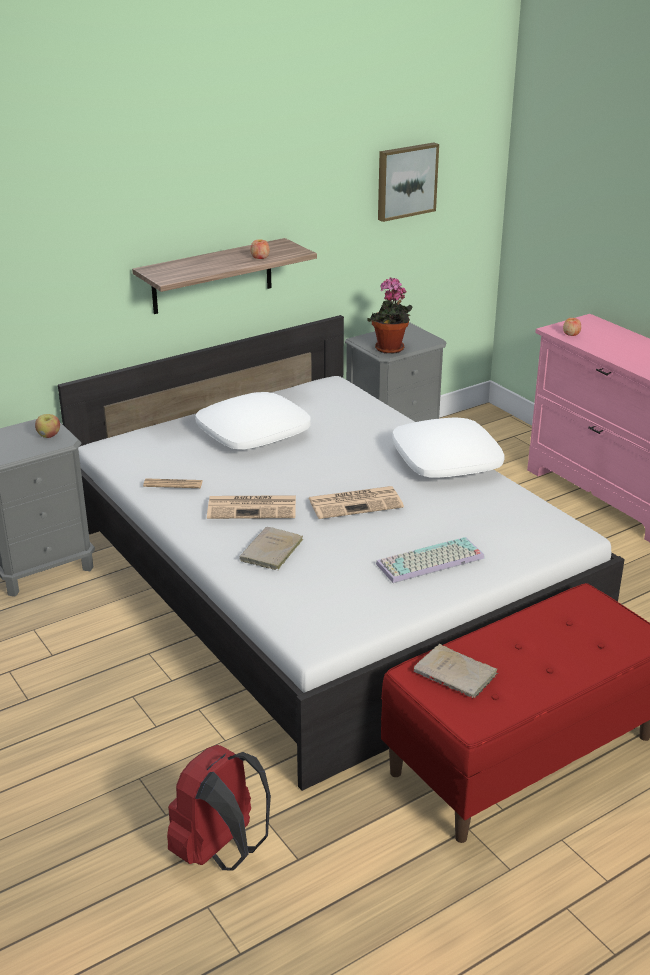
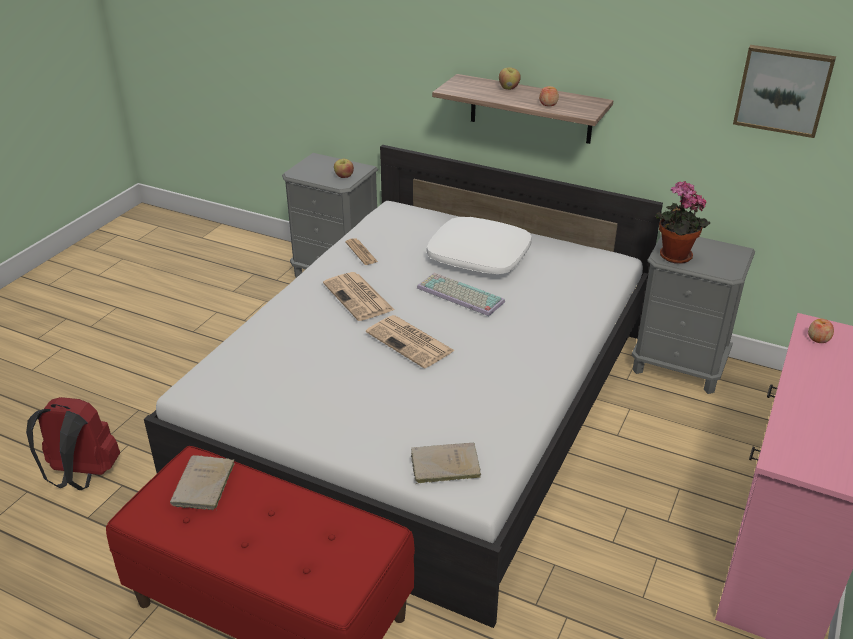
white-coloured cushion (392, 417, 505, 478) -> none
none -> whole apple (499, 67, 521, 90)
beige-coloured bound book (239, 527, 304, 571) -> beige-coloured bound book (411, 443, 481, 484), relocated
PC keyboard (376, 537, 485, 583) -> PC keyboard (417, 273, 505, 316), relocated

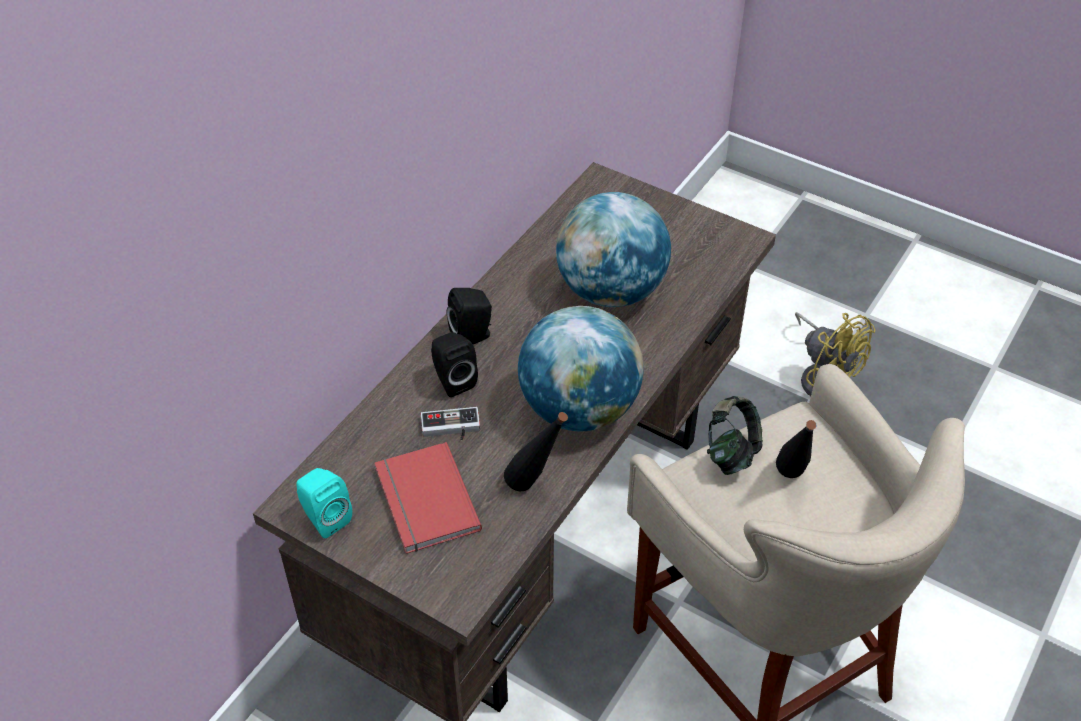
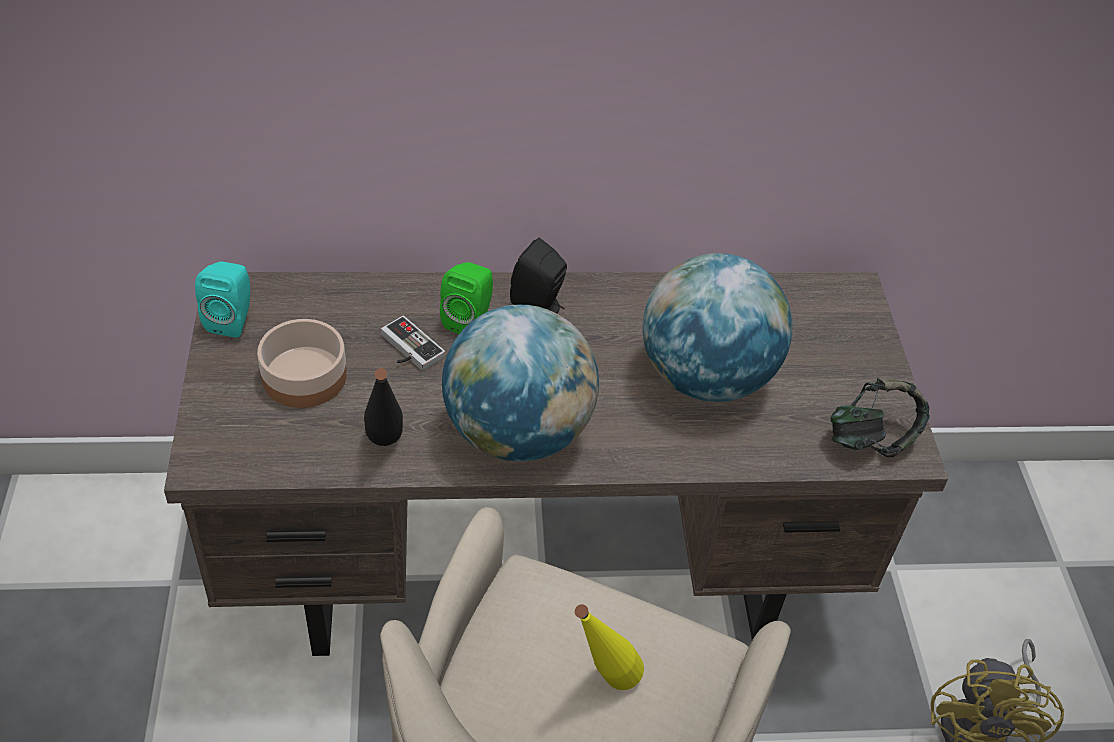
headphones (707, 396, 763, 475) -> headphones (830, 378, 930, 457), relocated
red-coloured bound book (375, 442, 482, 554) -> bowl (257, 319, 347, 408)
black loudspeaker (431, 332, 478, 397) -> green loudspeaker (440, 262, 493, 334)
black bottle (776, 420, 817, 478) -> yellowish bottle (575, 604, 644, 690)

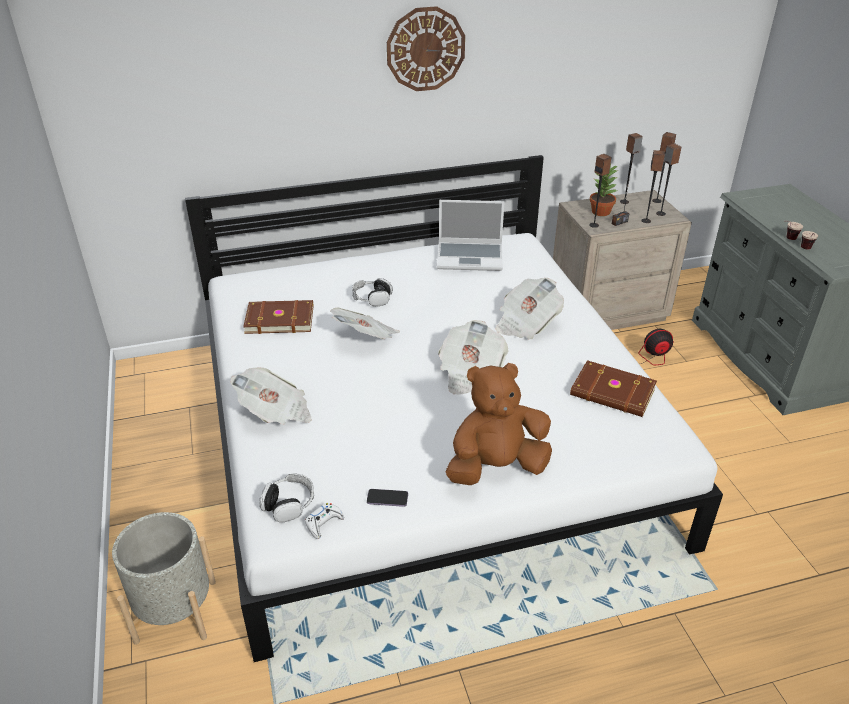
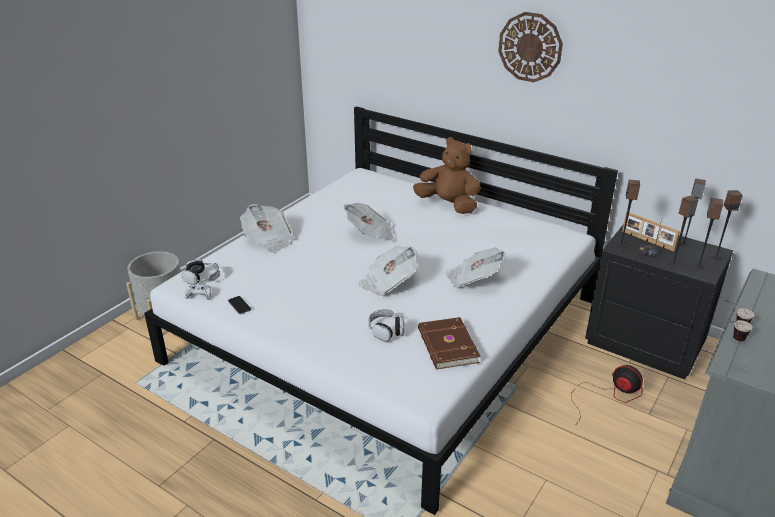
brownish bound book (243, 300, 313, 334) -> none
portable computer (437, 200, 505, 271) -> none
headphones (352, 278, 393, 307) -> headphones (368, 309, 404, 342), relocated
brownish cuddly toy (445, 363, 552, 485) -> brownish cuddly toy (413, 137, 481, 214), relocated
plant in a pot (590, 165, 619, 216) -> picture frame (622, 212, 680, 252)
beige-coloured bedside table (553, 190, 692, 330) -> black bedside table (585, 224, 733, 379)

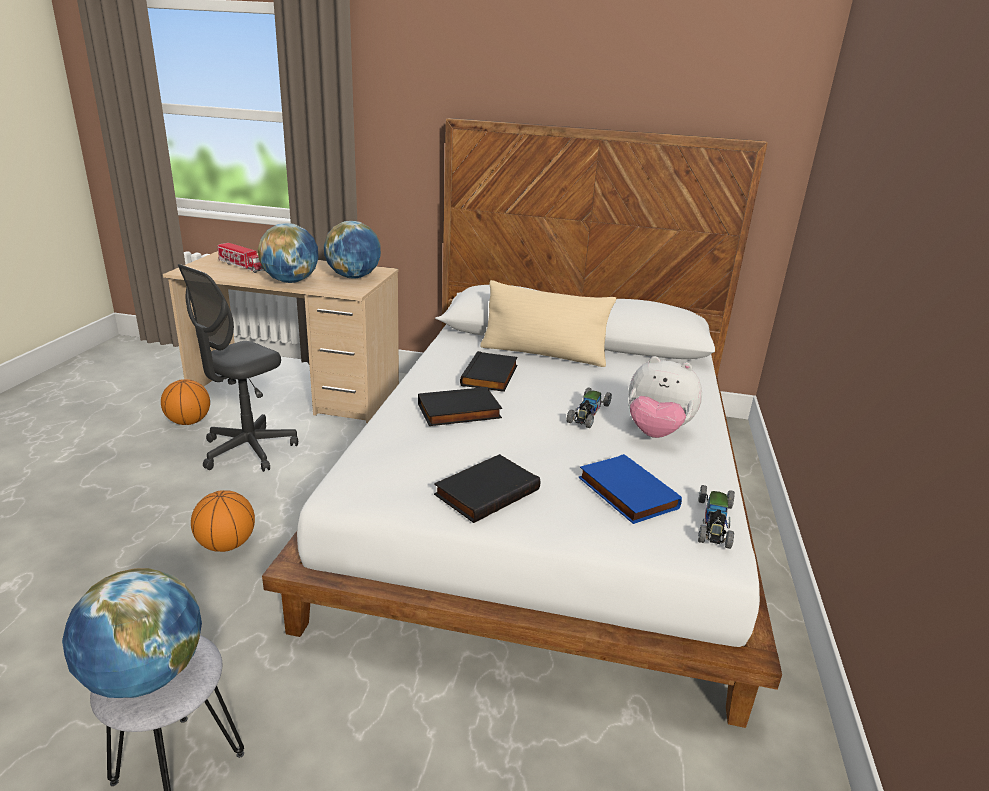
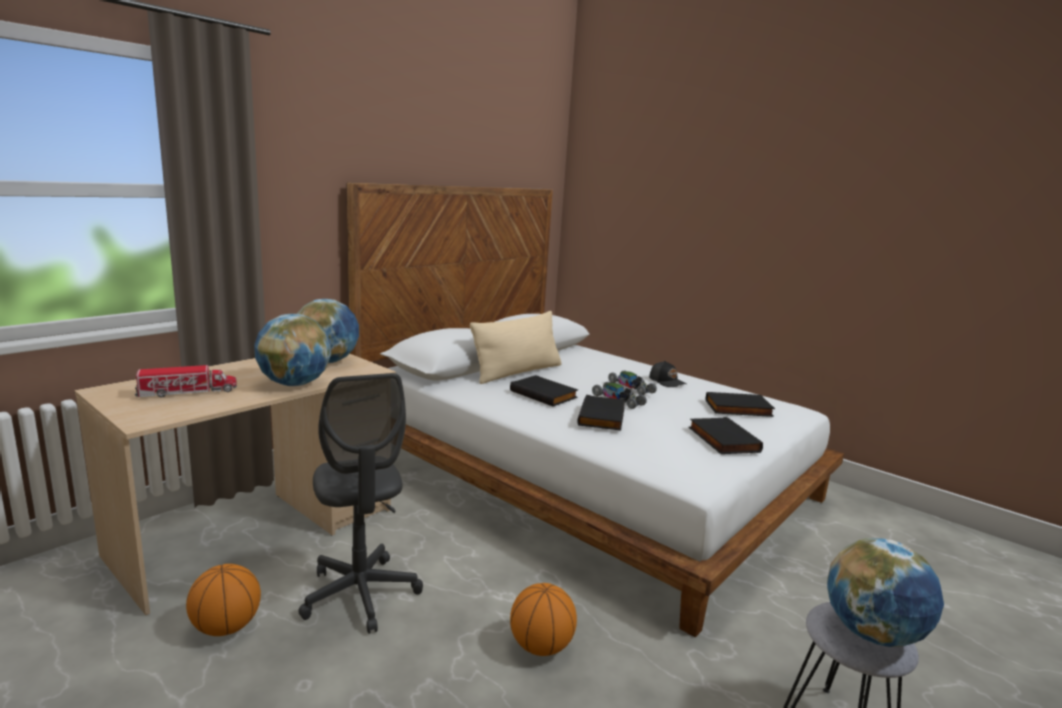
toy car (698, 485, 735, 549) -> toy car (592, 382, 647, 409), relocated
cuddly toy (628, 356, 702, 438) -> black peaked cap (649, 361, 686, 387)
bluish bound book (578, 454, 682, 524) -> black bound book (705, 392, 775, 417)

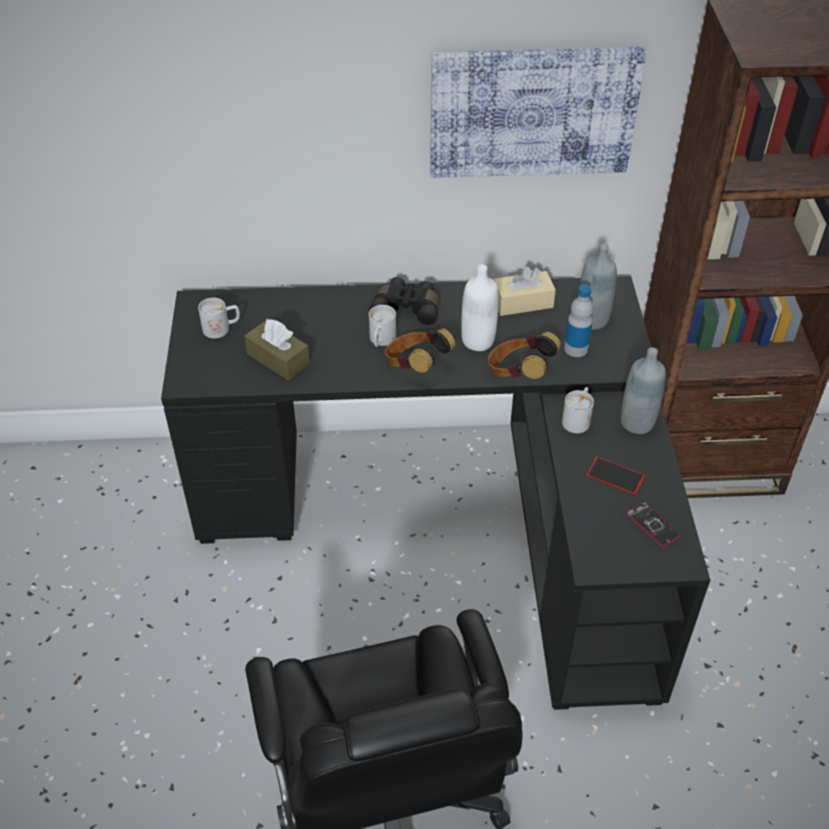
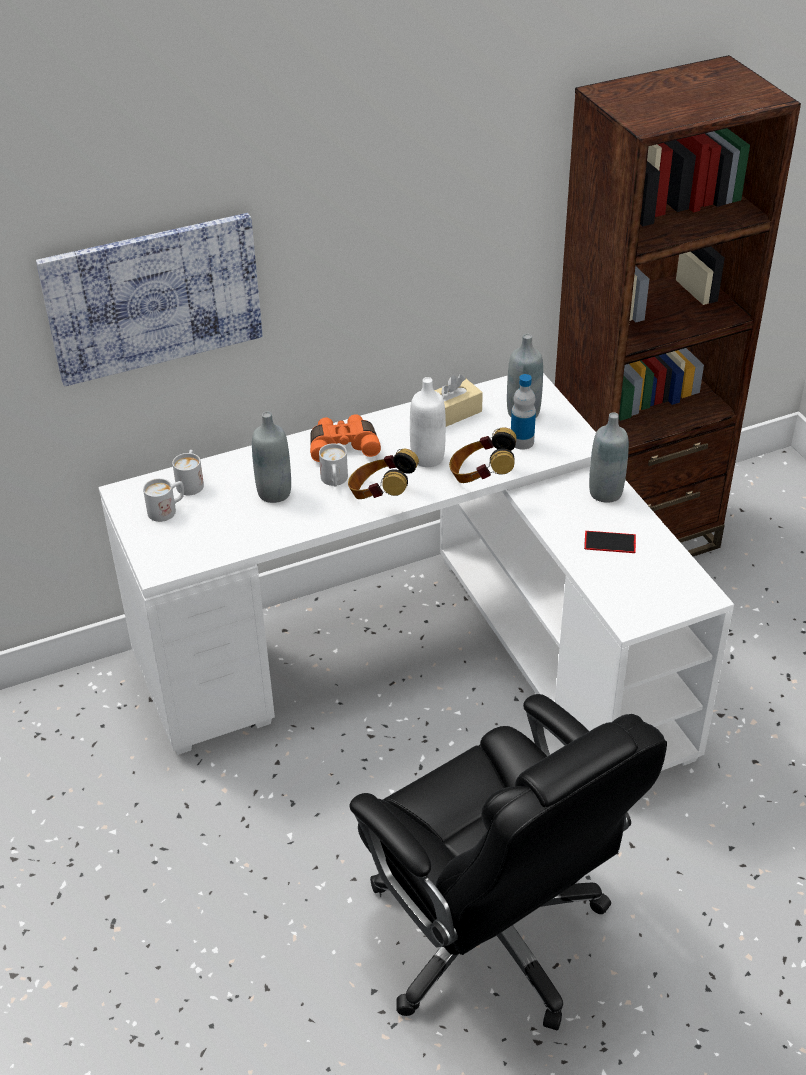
brownish box of tissues (245, 319, 310, 380) -> none
handset (626, 502, 681, 547) -> none
none -> gray bottle (252, 411, 291, 503)
wall art (430, 47, 646, 178) -> wall art (36, 213, 263, 386), relocated
white-coloured mug (562, 387, 594, 433) -> white-coloured mug (172, 450, 204, 495), relocated
black desk (161, 276, 710, 710) -> white-coloured desk (98, 373, 734, 771)
black field glasses (369, 277, 439, 326) -> orangey field glasses (310, 414, 381, 462)

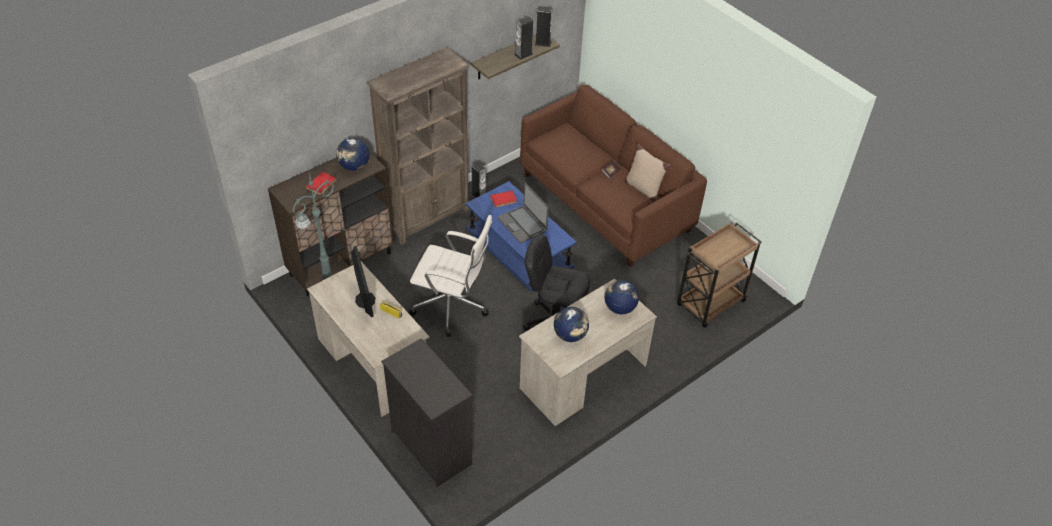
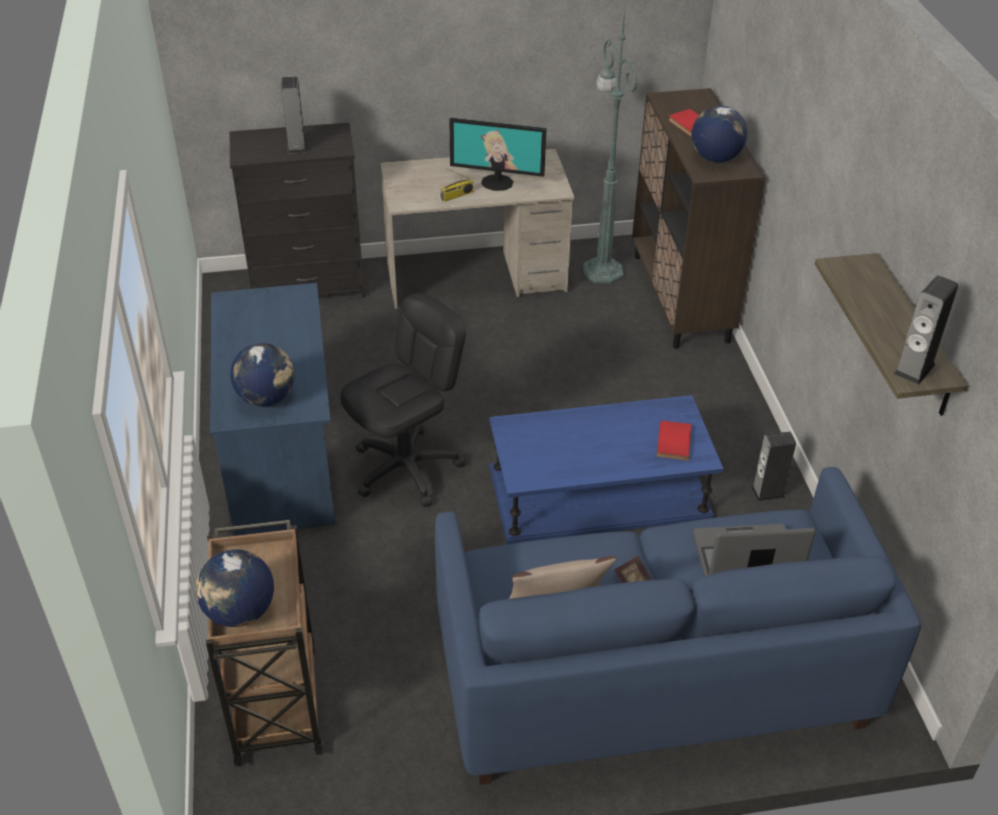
brownish bookshelf (367, 47, 470, 245) -> none
white-coloured office chair (409, 215, 492, 337) -> none
portable computer (498, 183, 549, 243) -> portable computer (693, 524, 816, 577), relocated
loudspeaker (514, 16, 533, 60) -> loudspeaker (281, 77, 306, 154), relocated
globe (554, 307, 589, 342) -> globe (196, 549, 274, 627), relocated
beige-coloured desk (519, 279, 657, 426) -> bluish desk (210, 283, 335, 536)
brownish couch (520, 85, 707, 267) -> bluish couch (435, 467, 921, 785)

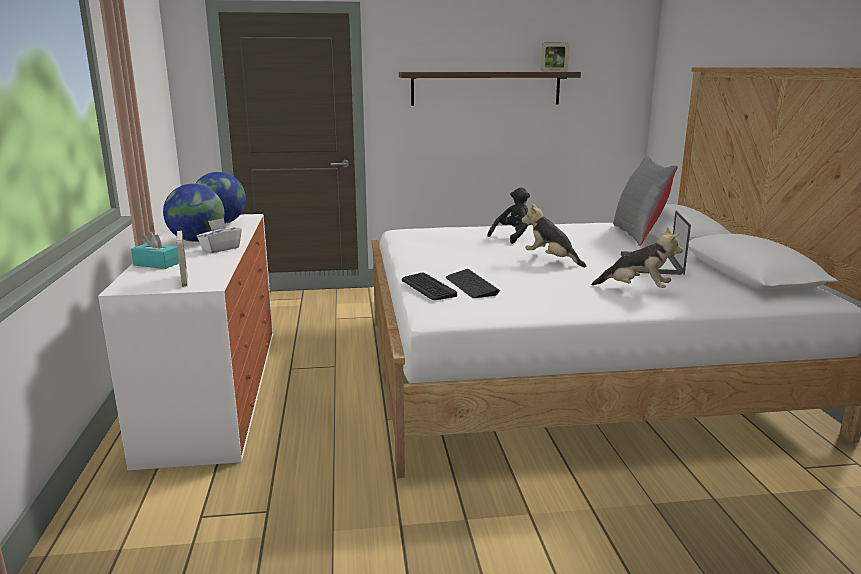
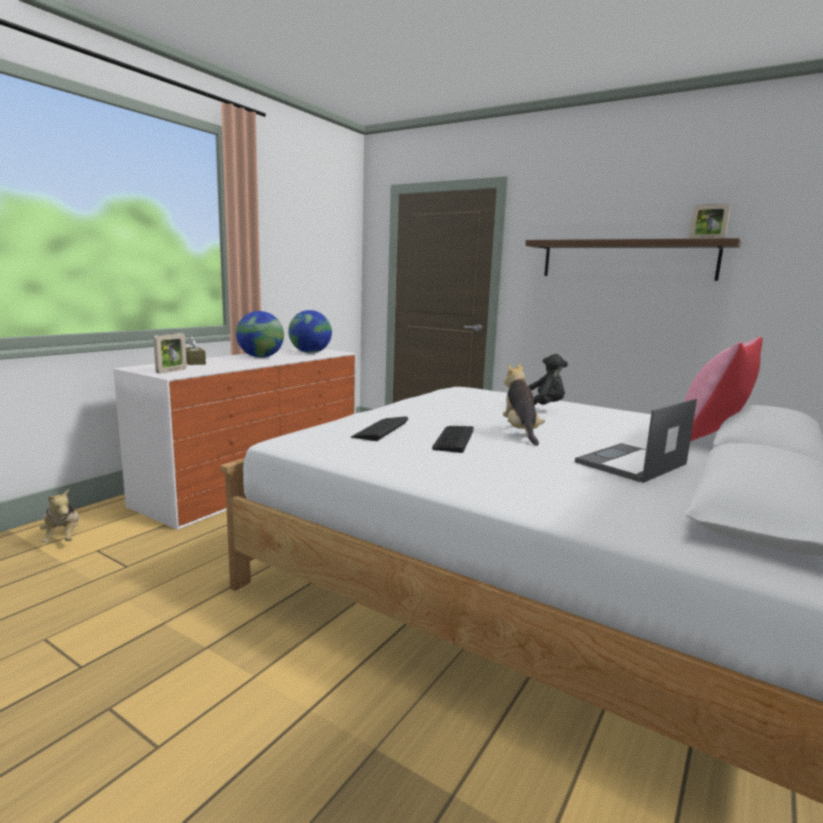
white-coloured box of tissues (197, 218, 242, 253) -> none
PC keyboard (402, 272, 457, 300) -> PC keyboard (432, 426, 473, 453), relocated
cuddly toy (591, 227, 683, 288) -> cuddly toy (40, 489, 79, 543), relocated
blue-green box of tissues (131, 232, 179, 269) -> brownish box of tissues (186, 336, 206, 365)
gray cushion (613, 155, 678, 246) -> pink-coloured cushion (684, 336, 763, 442)

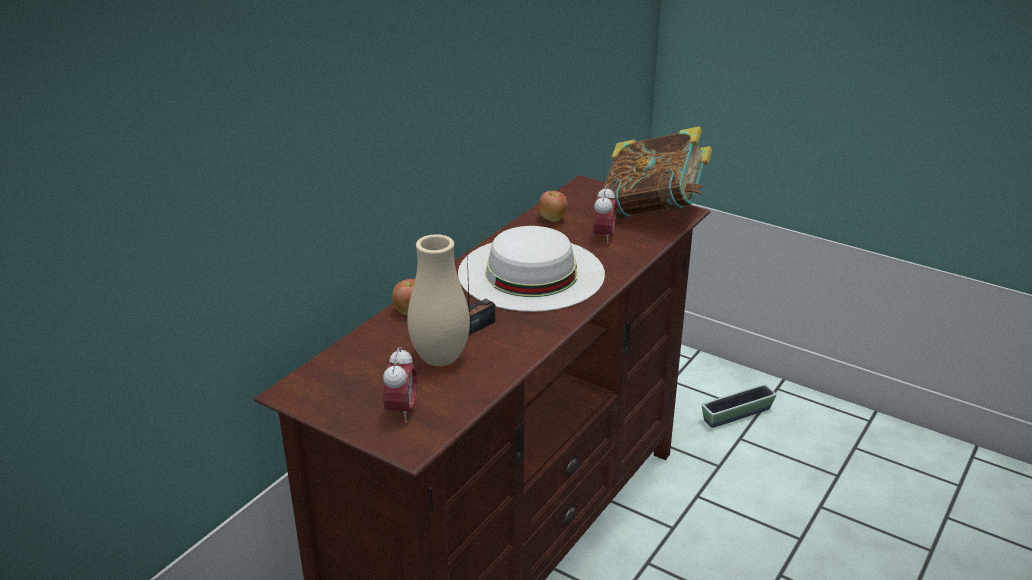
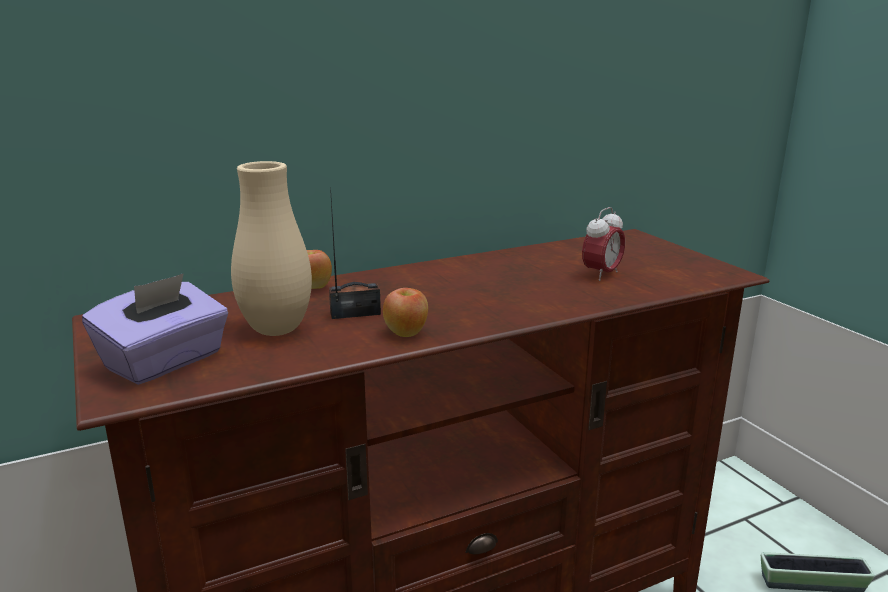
white-coloured wearable hat (458, 226, 605, 312) -> none
bound book (600, 126, 713, 219) -> none
whole apple (539, 191, 568, 222) -> whole apple (383, 288, 428, 337), relocated
bedside clock (383, 347, 417, 423) -> purple box of tissues (82, 273, 228, 385)

